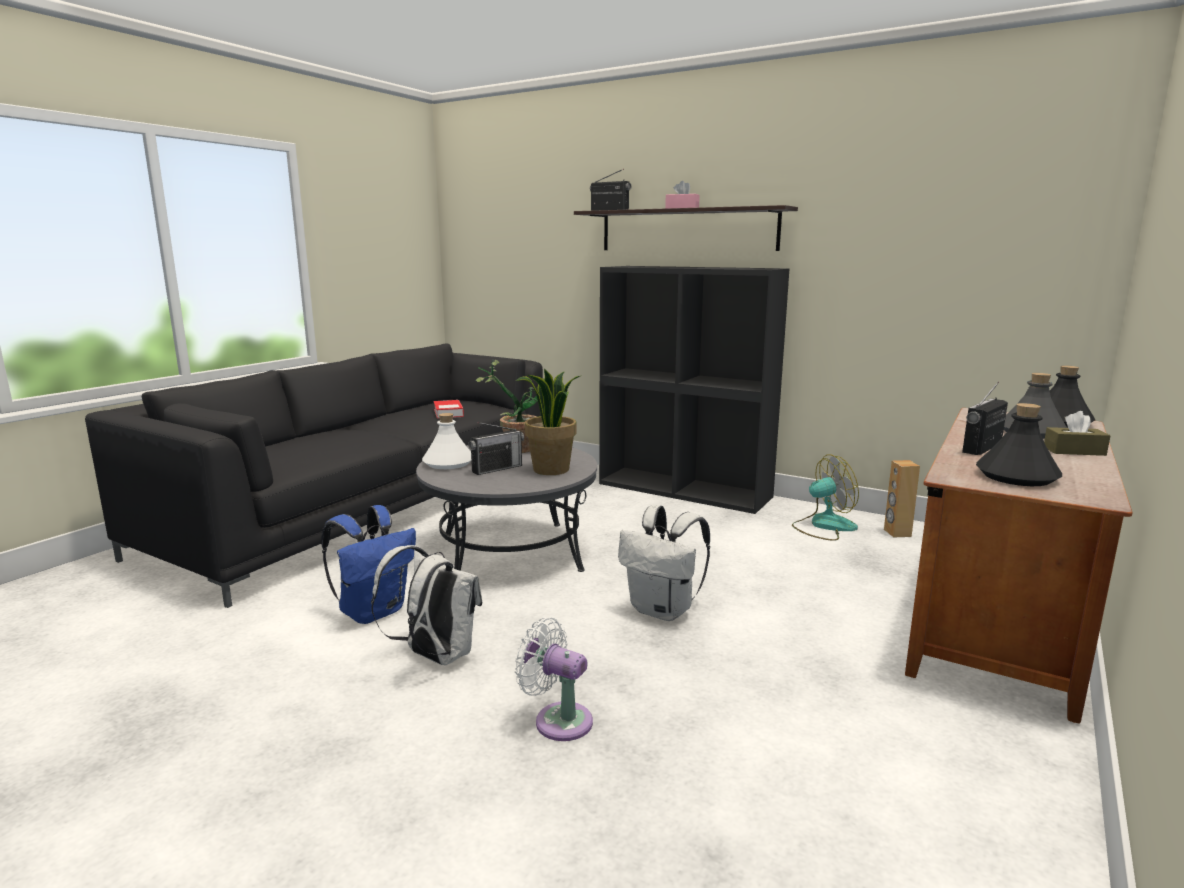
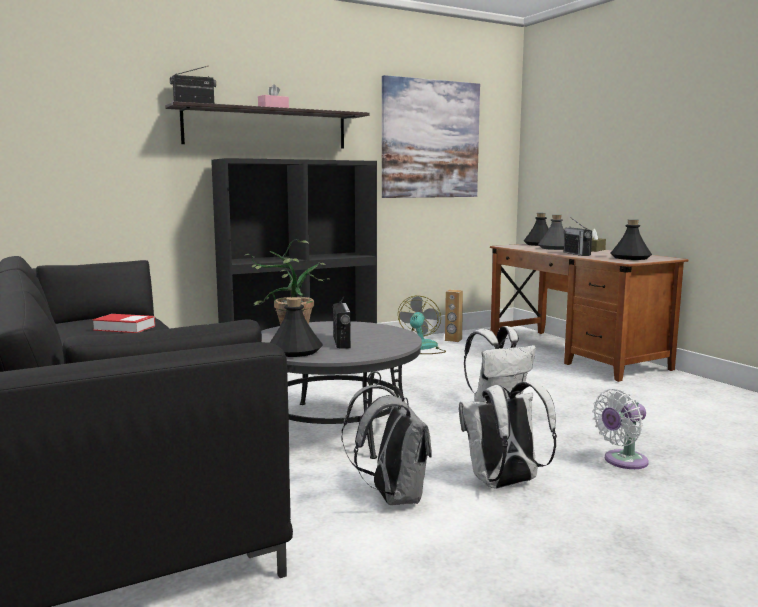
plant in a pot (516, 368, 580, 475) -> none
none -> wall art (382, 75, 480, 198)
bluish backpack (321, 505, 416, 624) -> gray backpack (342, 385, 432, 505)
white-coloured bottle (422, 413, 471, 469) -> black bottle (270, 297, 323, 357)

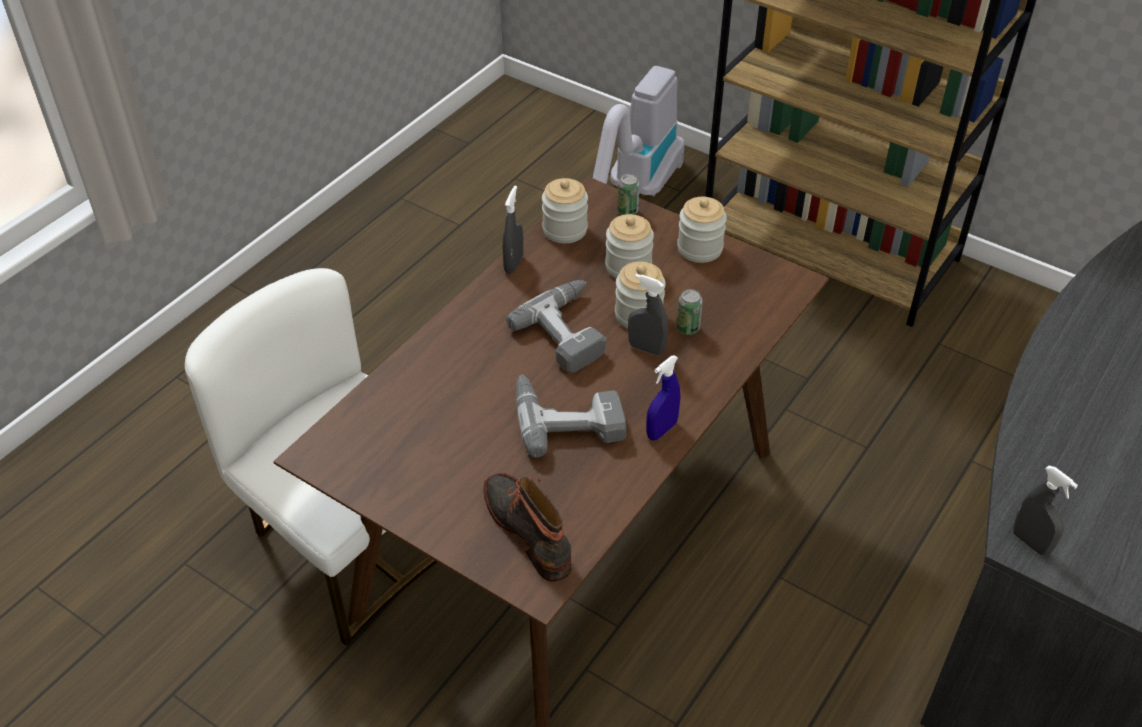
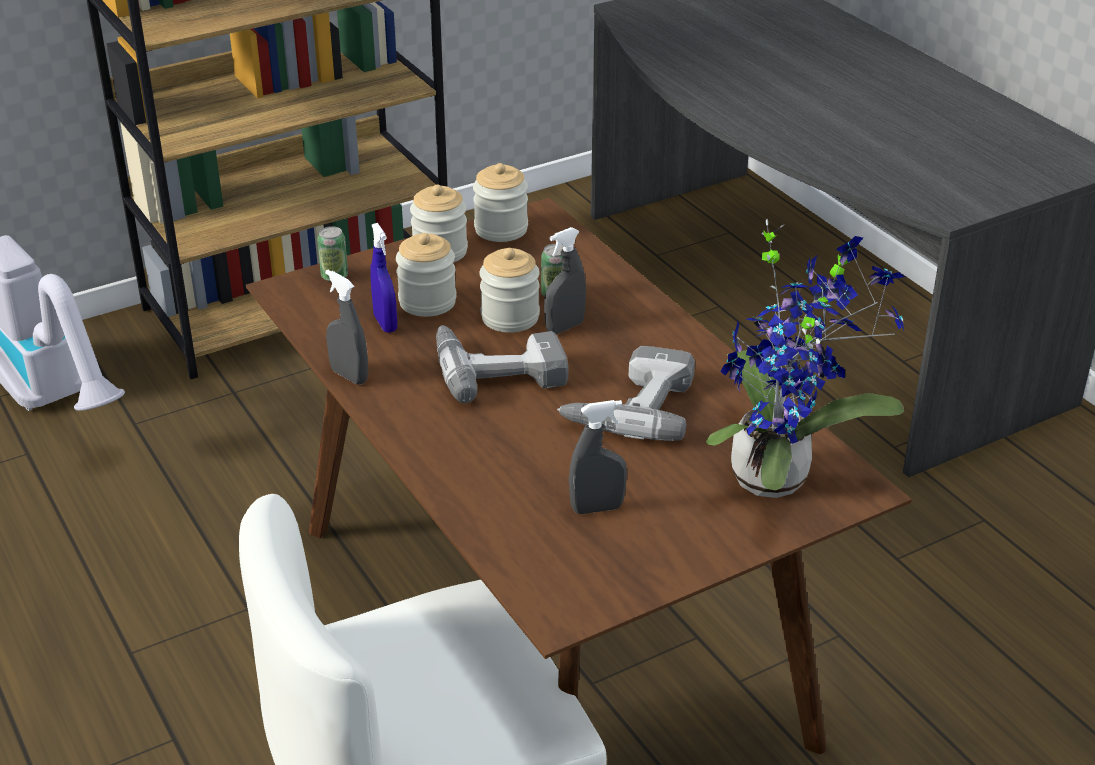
jar (542, 178, 588, 243) -> jar (473, 163, 528, 242), relocated
bluish spray bottle (646, 355, 681, 441) -> bluish spray bottle (371, 223, 397, 333), relocated
gray spray bottle (1013, 466, 1078, 556) -> gray spray bottle (569, 400, 627, 514), relocated
high-top boot (483, 473, 571, 582) -> plant in a pot (706, 219, 905, 498)

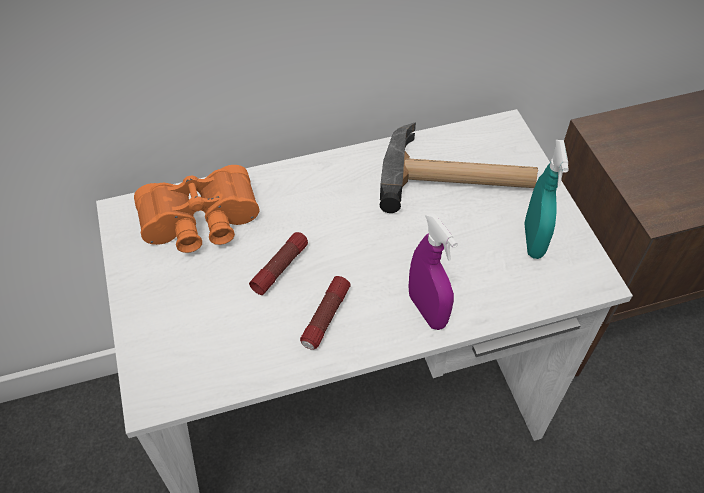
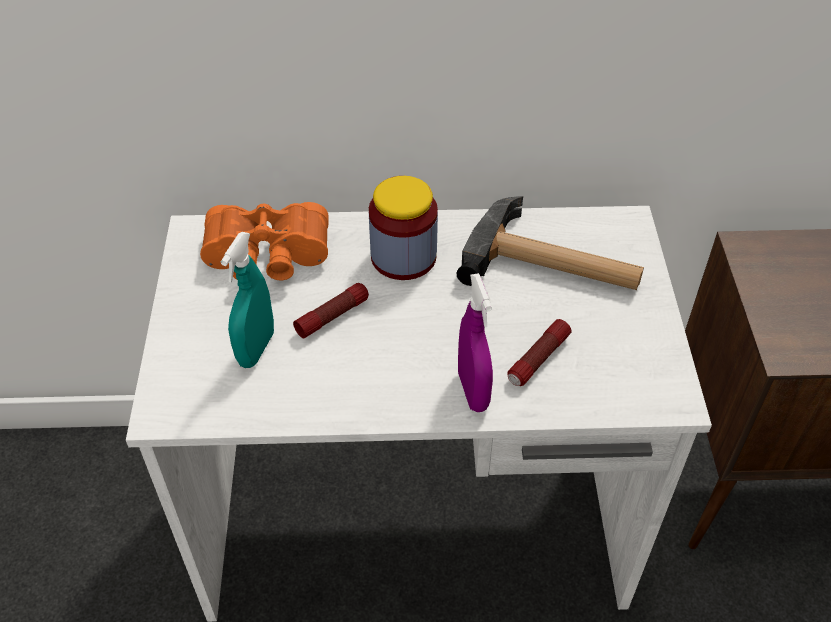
none -> jar (369, 176, 438, 280)
torch (300, 276, 351, 350) -> torch (507, 319, 571, 386), relocated
blue-green spray bottle (525, 140, 569, 259) -> blue-green spray bottle (221, 232, 274, 368), relocated

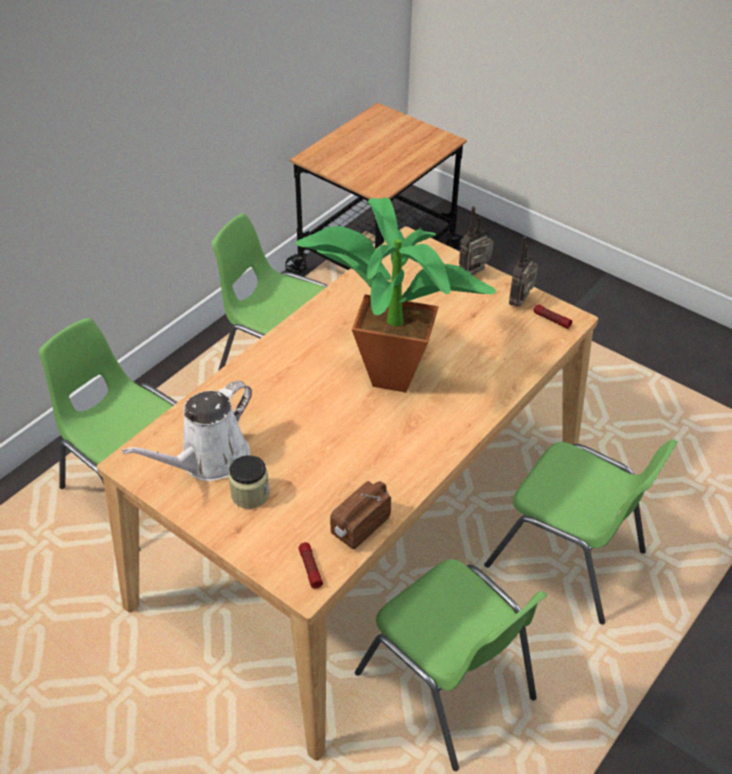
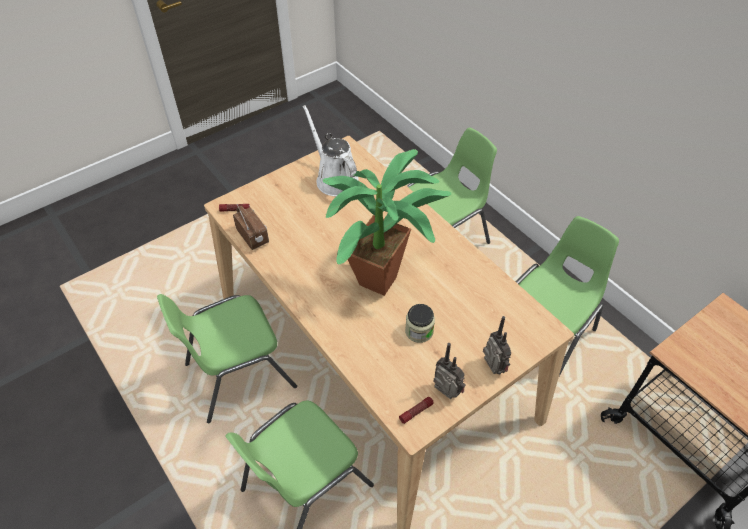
jar (228, 455, 270, 509) -> jar (405, 304, 435, 343), relocated

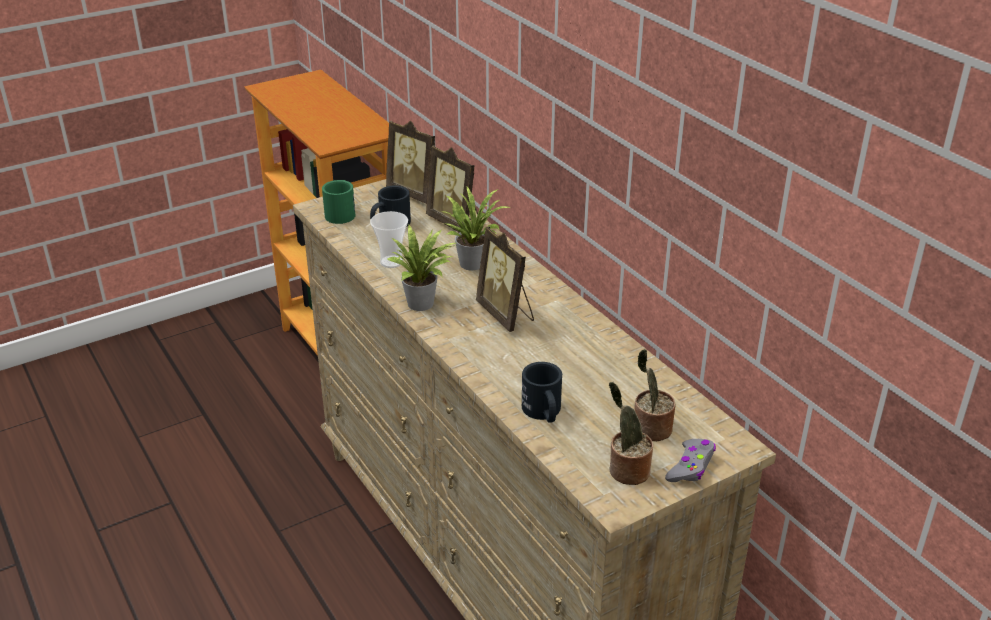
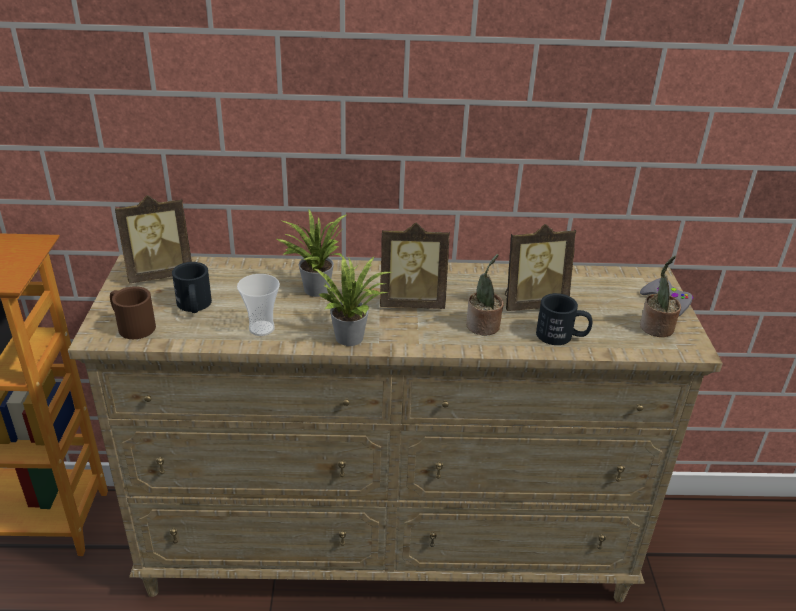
picture frame (426, 145, 478, 233) -> picture frame (505, 224, 576, 311), relocated
plant in a pot (634, 349, 676, 441) -> plant in a pot (466, 254, 504, 336), relocated
green mug (322, 180, 355, 224) -> brownish mug (110, 286, 156, 339)

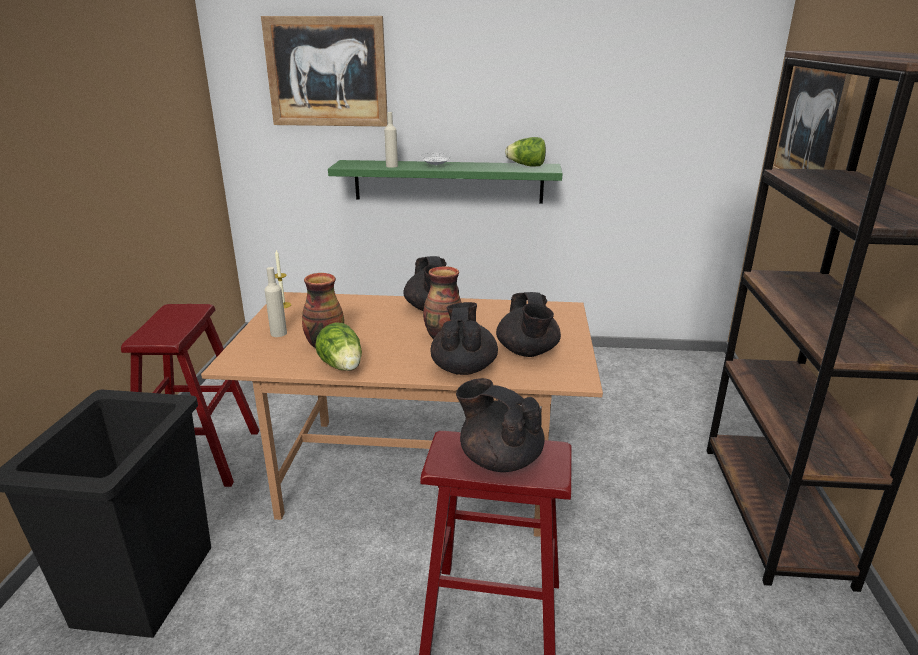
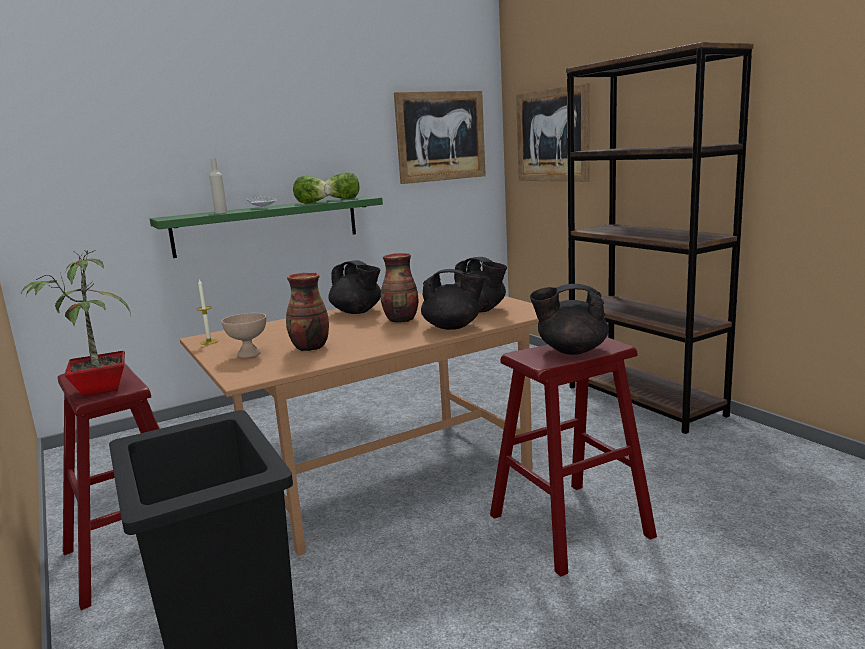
none -> plant in a pot (21, 249, 131, 396)
wall art (261, 16, 387, 127) -> wall art (394, 91, 486, 184), relocated
head of lettuce (315, 322, 362, 371) -> head of lettuce (293, 176, 331, 203), relocated
beige-coloured bottle (264, 267, 287, 337) -> beige-coloured bowl (221, 313, 266, 358)
black teapot (430, 302, 498, 375) -> black teapot (421, 269, 486, 330), 135 degrees clockwise

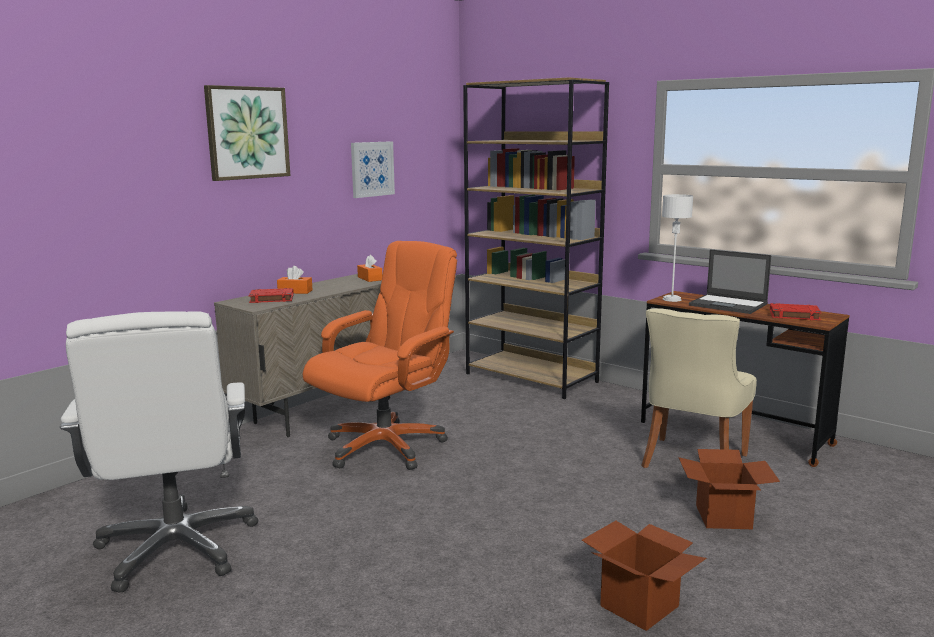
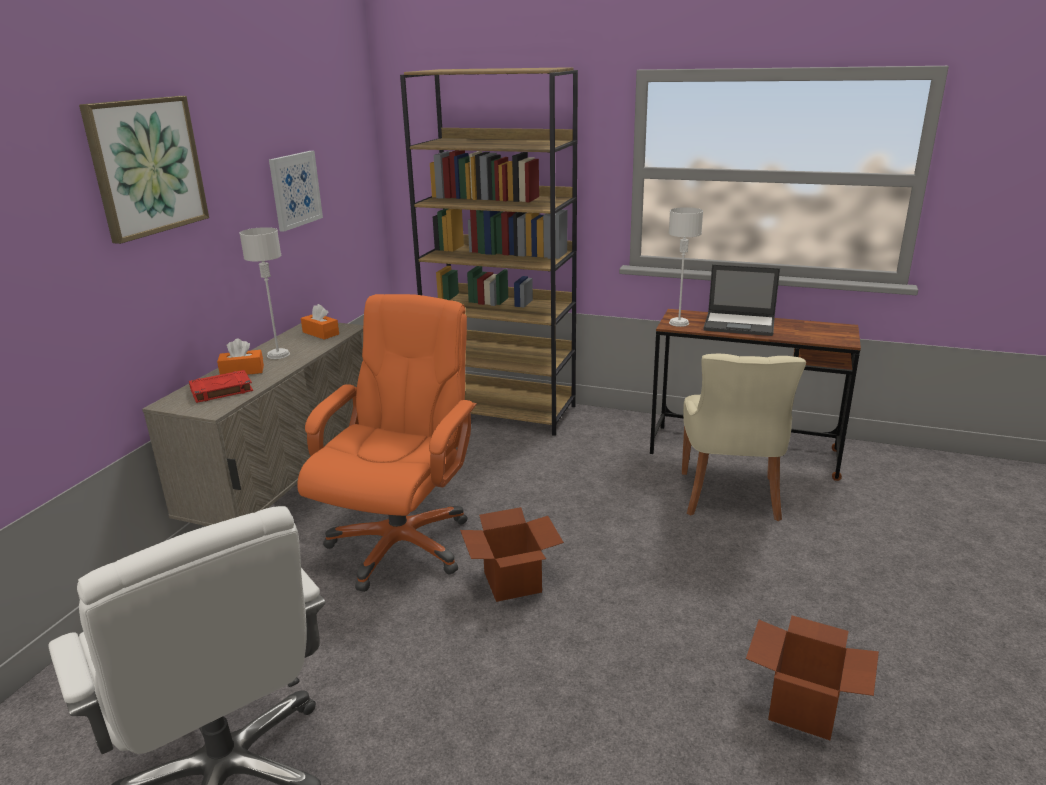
red-coloured bound book (770, 303, 821, 320) -> none
none -> gray lamp for a table (240, 227, 290, 359)
cardboard box (678, 449, 780, 529) -> cardboard box (460, 507, 564, 602), relocated

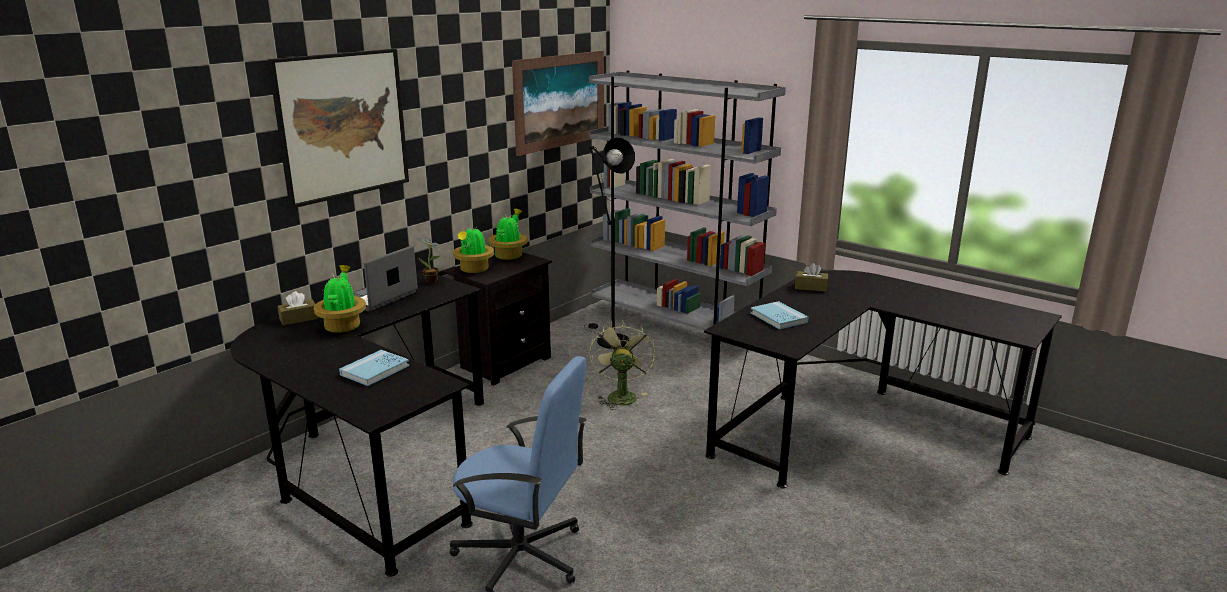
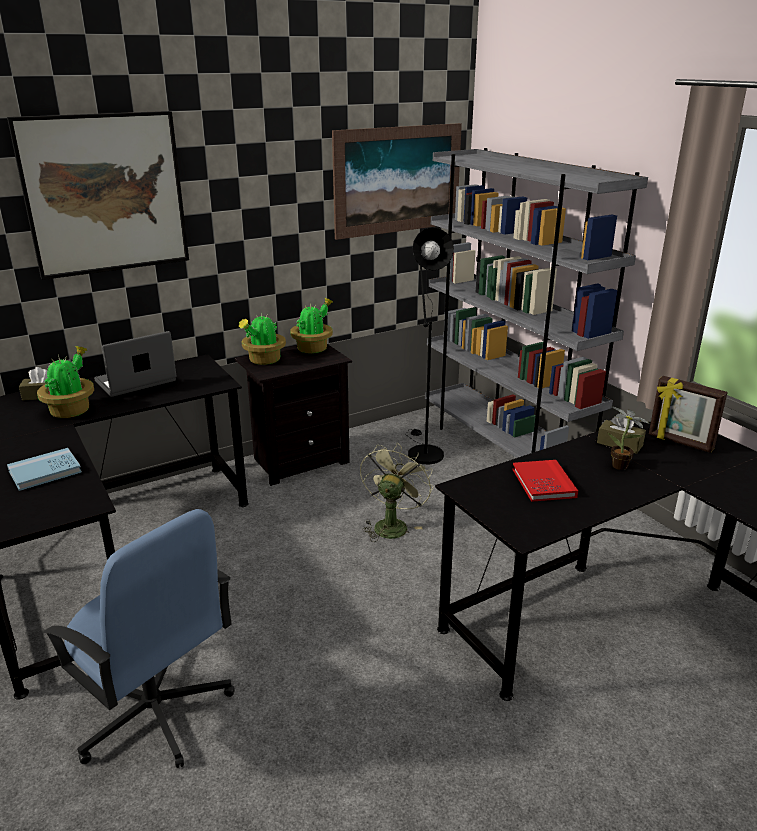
none -> picture frame (649, 376, 728, 453)
plant in a pot (415, 237, 441, 284) -> plant in a pot (607, 406, 650, 470), relocated
bluish bound book (751, 301, 808, 330) -> red-coloured bound book (513, 460, 578, 502)

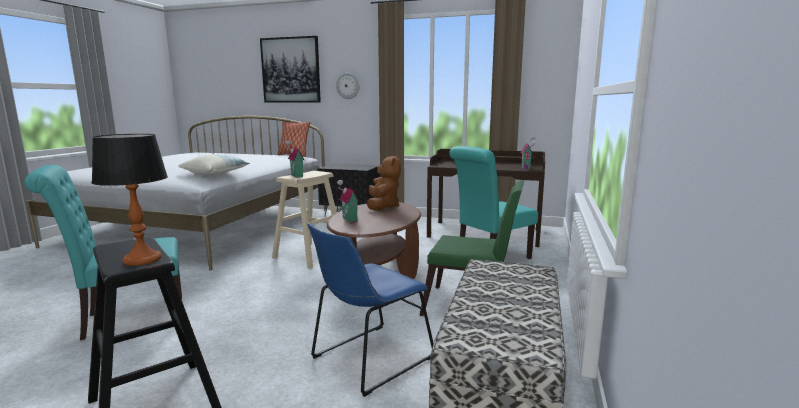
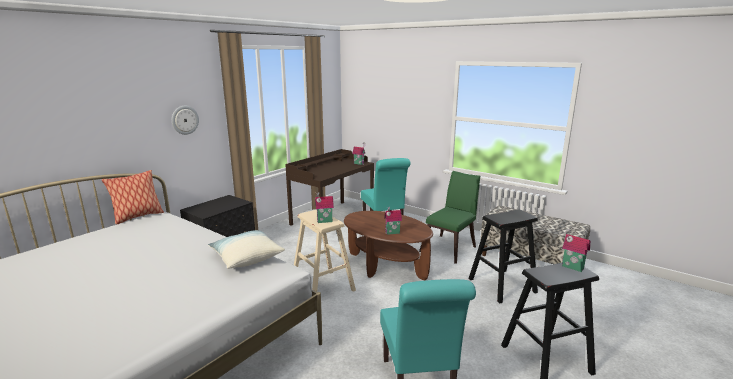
wall art (260, 36, 321, 103) -> none
brownish cuddly toy (367, 155, 401, 211) -> none
lamp for a table (92, 134, 168, 266) -> toy house (562, 228, 591, 272)
bluish upright chair (307, 223, 434, 397) -> black stool (468, 210, 538, 303)

